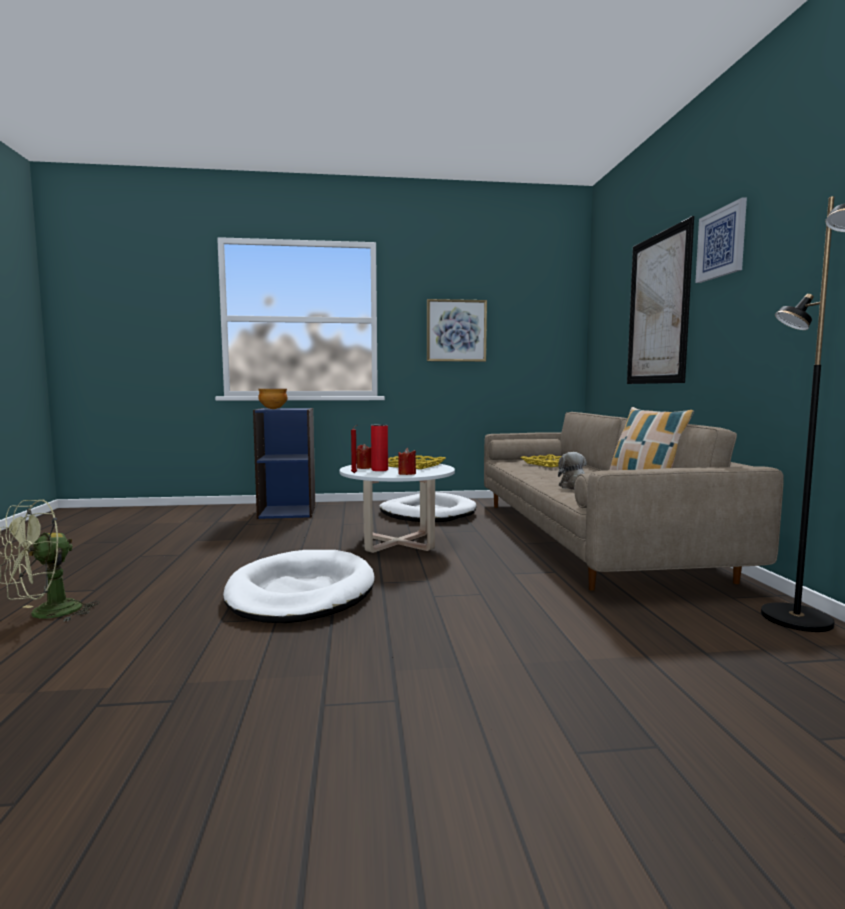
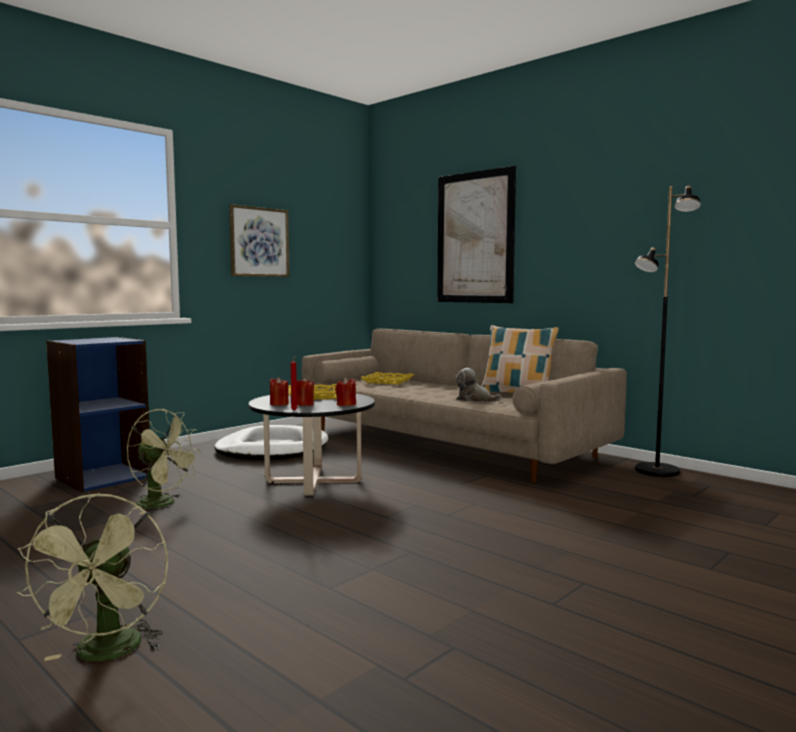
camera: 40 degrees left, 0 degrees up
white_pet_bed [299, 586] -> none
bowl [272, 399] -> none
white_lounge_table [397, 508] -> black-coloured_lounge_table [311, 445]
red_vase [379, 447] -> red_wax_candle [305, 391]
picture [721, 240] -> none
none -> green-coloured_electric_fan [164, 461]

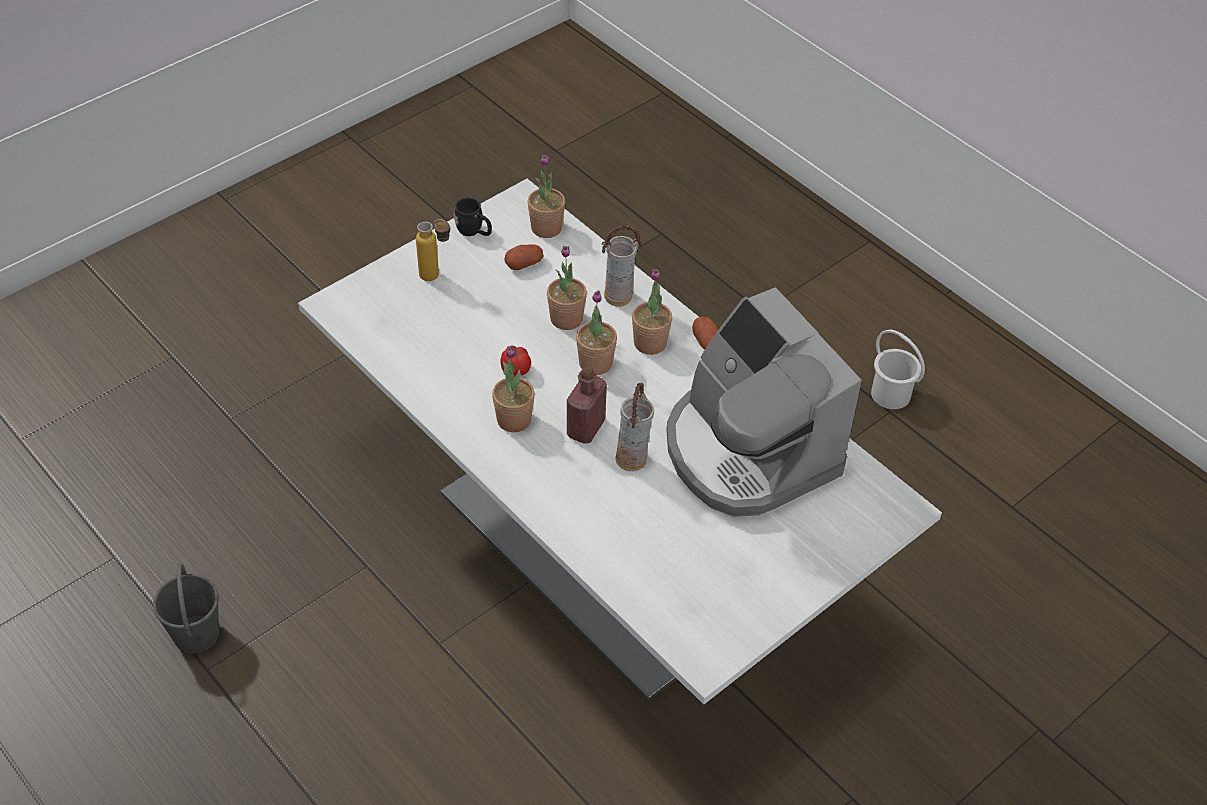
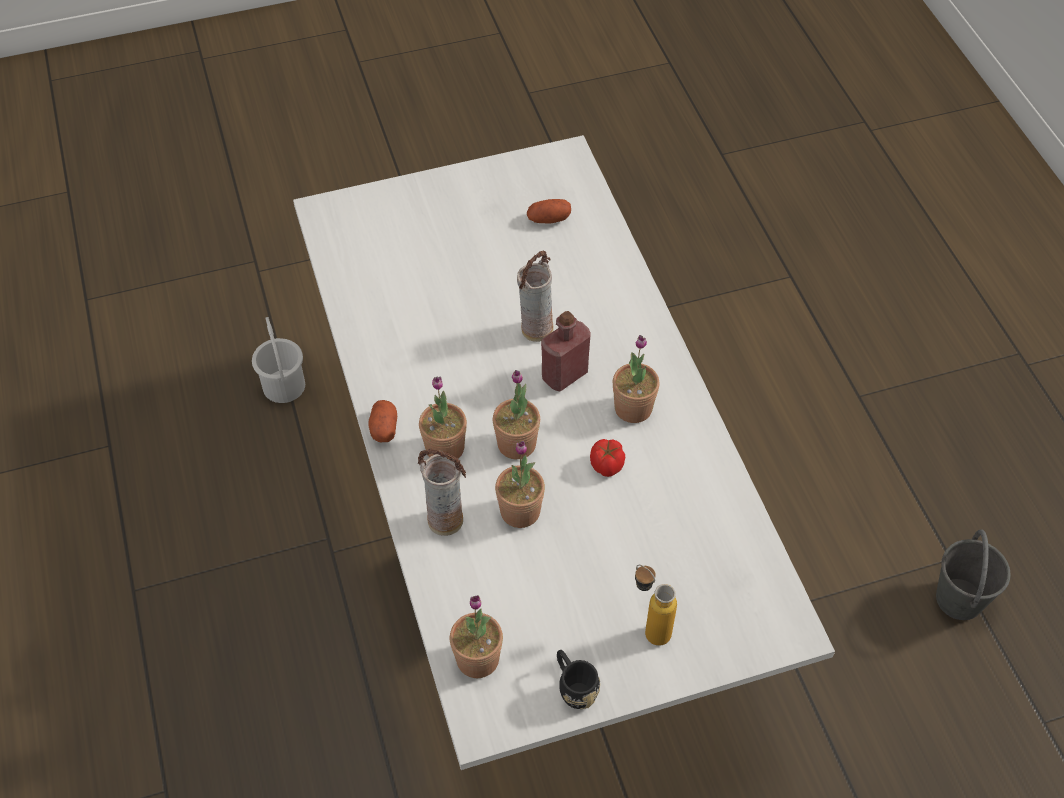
camera: 155 degrees left, 5 degrees up
spud [524, 257] -> spud [549, 211], move
coffee_machine [764, 402] -> none
white_pail [898, 369] -> white_pail [278, 360], move

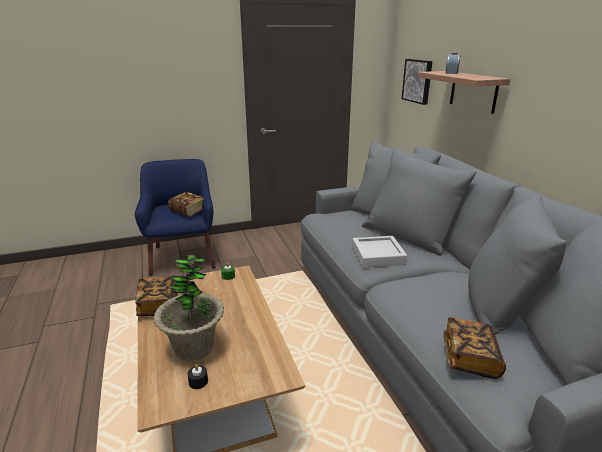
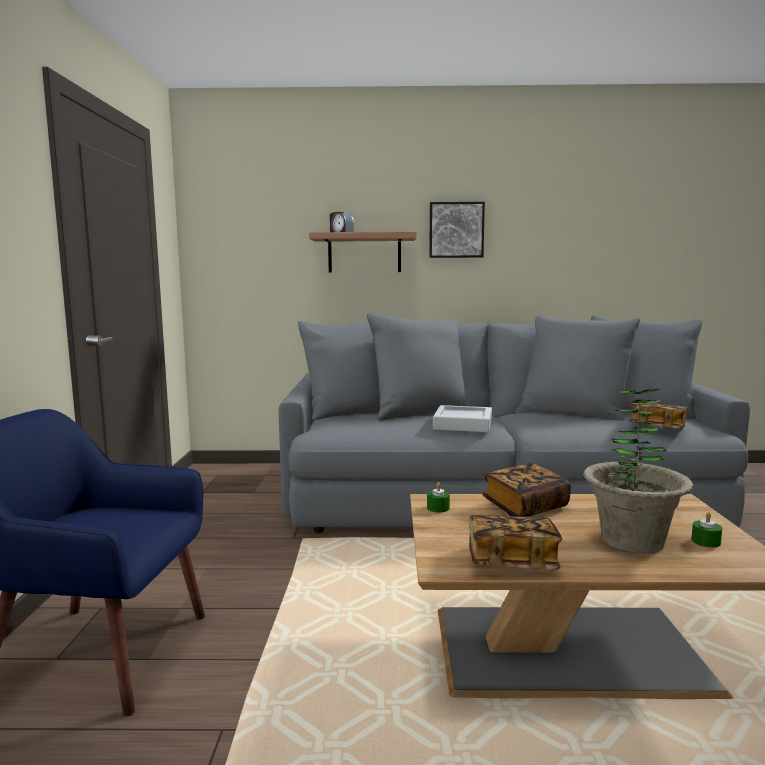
camera: 70 degrees left, 15 degrees down
bound_book [186, 204] -> bound_book [526, 490], move
black-coloured_wax_candle [197, 376] -> green-coloured_wax_candle [706, 530]
picture [417, 82] -> picture [457, 230], move

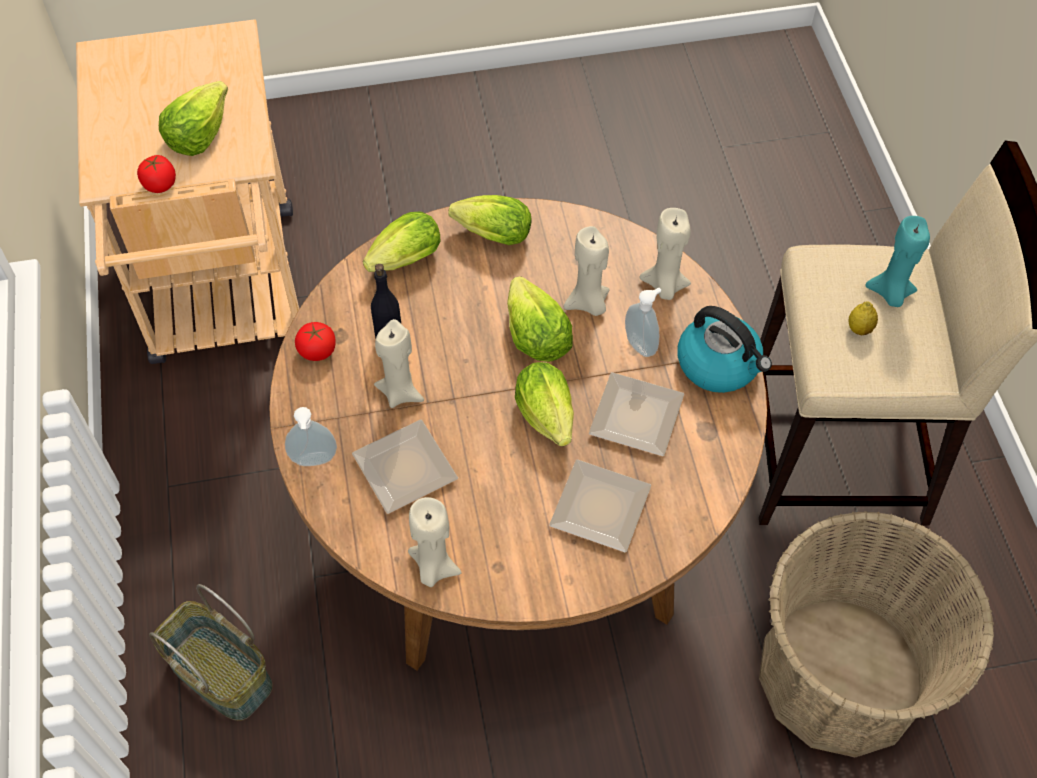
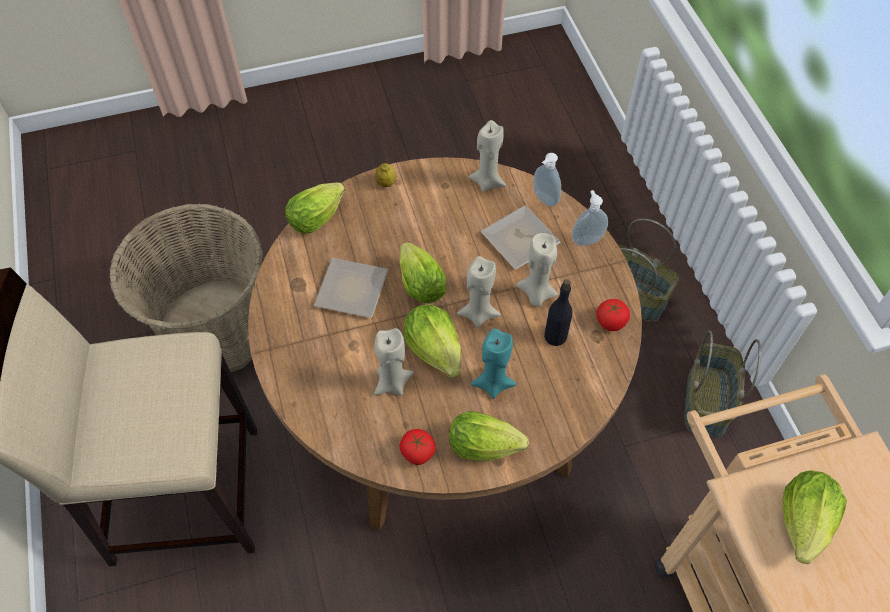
camera: 175 degrees right, 0 degrees up
whole_tomato [156, 174] -> whole_tomato [418, 447], move
lettuce [401, 242] -> lettuce [315, 208], move
plate [600, 505] -> none
soap_bottle [643, 322] -> soap_bottle [547, 180], move
beige_wax_candle [665, 254] -> beige_wax_candle [479, 292], move
kettle [724, 349] -> none
whole_lemon [863, 318] -> whole_lemon [385, 175], move
turquoise_wax_candle [897, 261] -> turquoise_wax_candle [494, 364], move
none -> household_basket [722, 384]

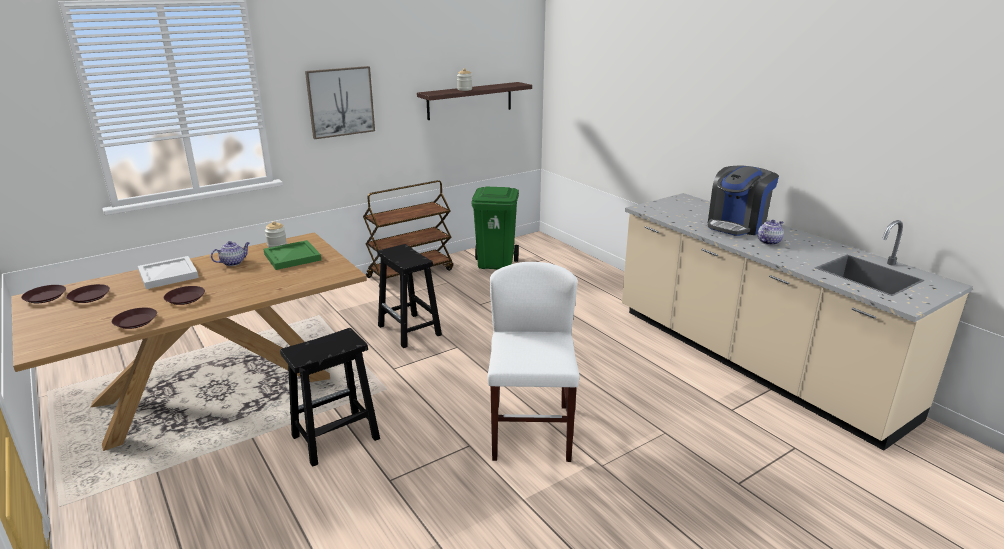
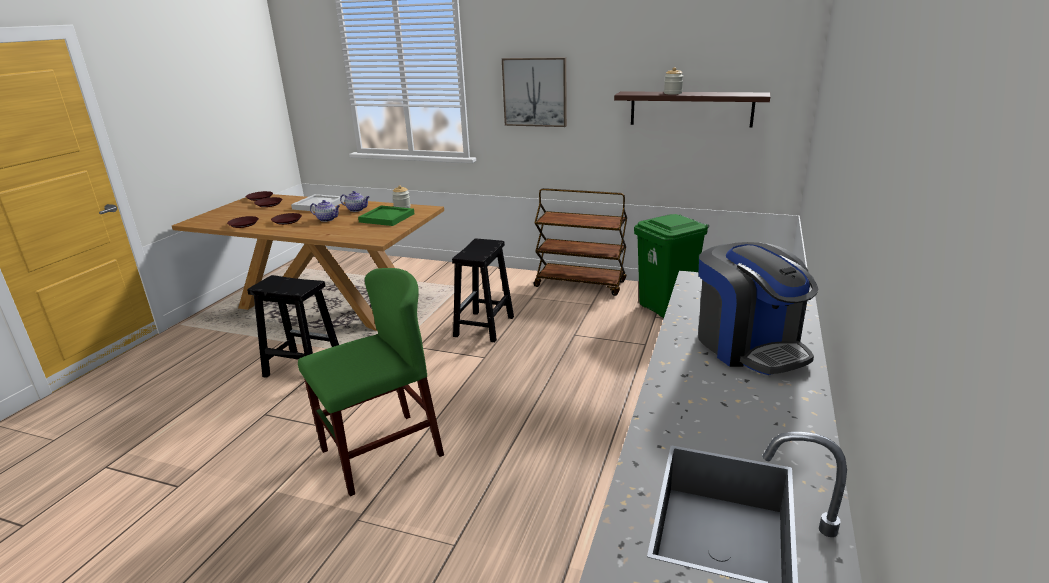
camera: 55 degrees right, 0 degrees up
white_chair [533, 362] -> green-coloured_chair [371, 382]
coffee_machine [743, 200] -> coffee_machine [758, 308], 120 degrees counterclockwise
pot_for_tea [770, 232] -> pot_for_tea [325, 211], move

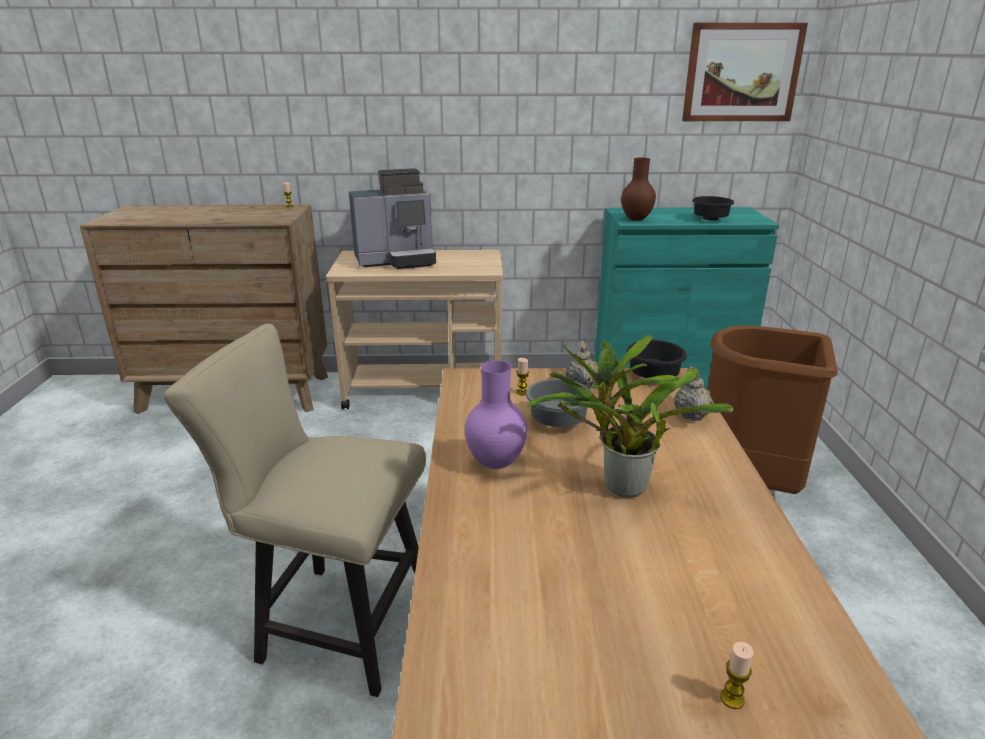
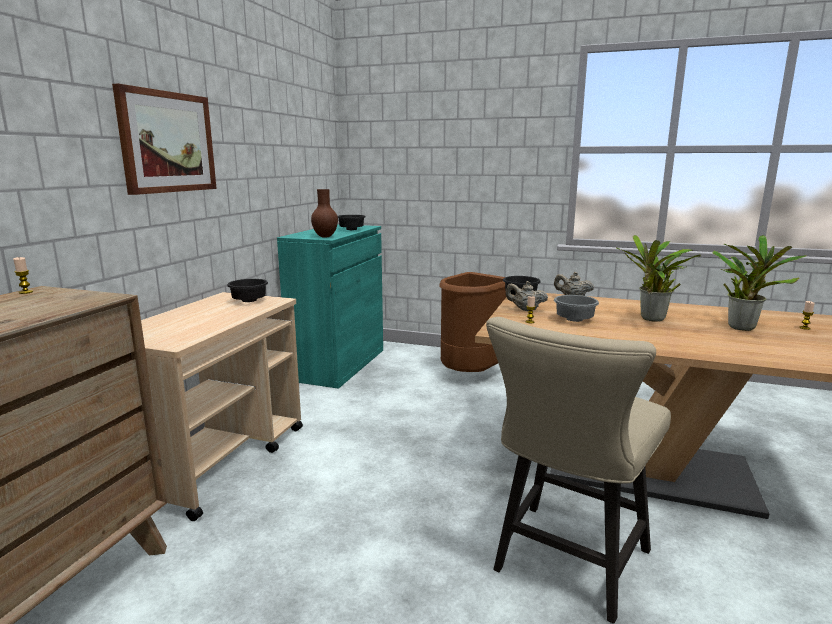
camera: 70 degrees left, 10 degrees down
coffee_machine [392, 218] -> none
purplish_vase [496, 414] -> none
picture [745, 72] -> picture [164, 139], move
none -> black-coloured_bowl [247, 290]
none -> plant_in_a_pot [759, 283]

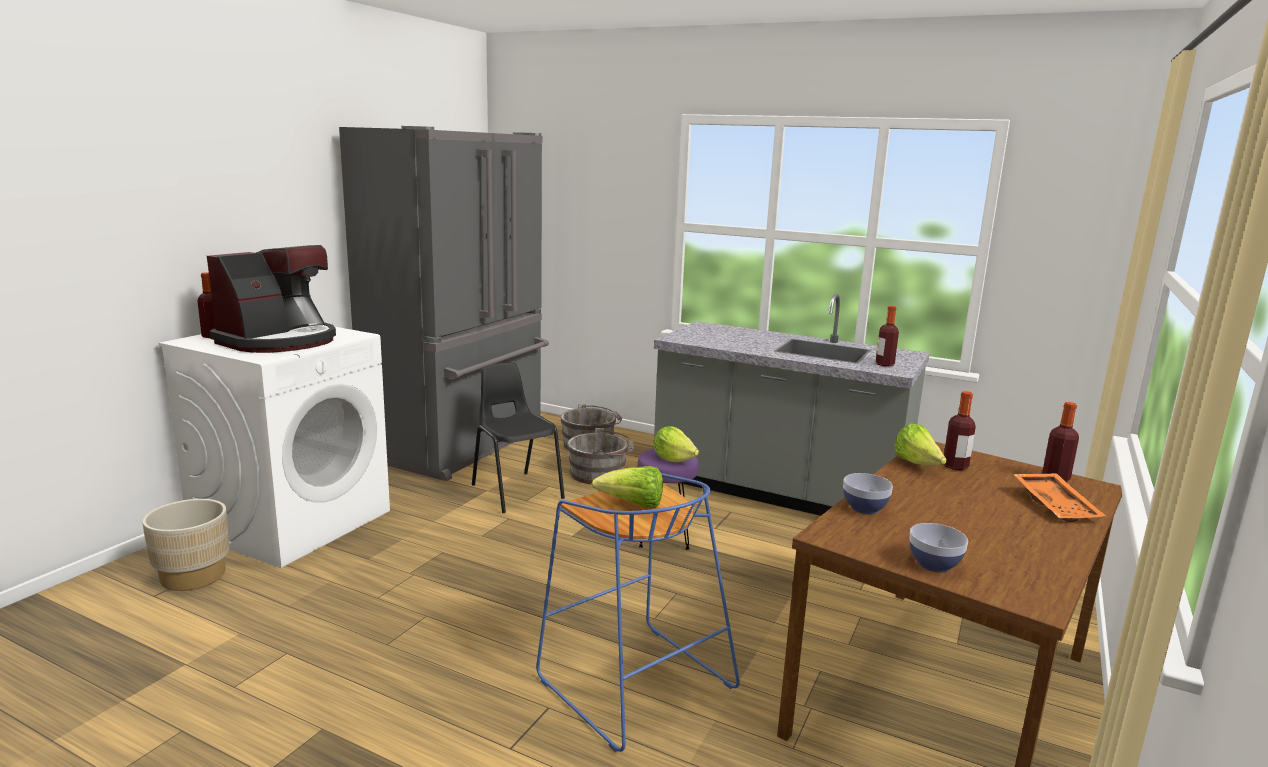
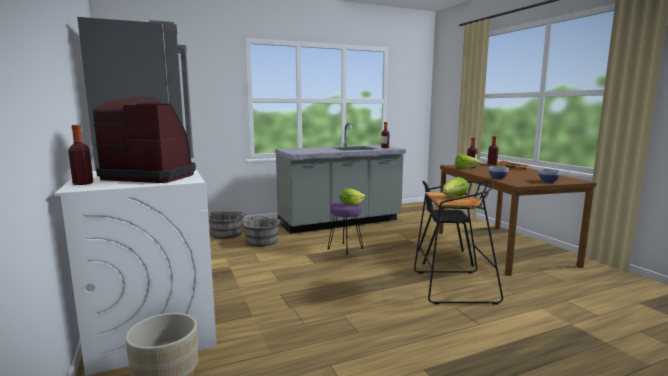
camera: 50 degrees left, 5 degrees down
coffee_machine [271, 299] -> coffee_machine [144, 140], 60 degrees counterclockwise
black-coloured_chair [518, 438] -> black-coloured_chair [446, 223], move
bluish_stool_seat [638, 612] -> black-coloured_stool_seat [458, 243]

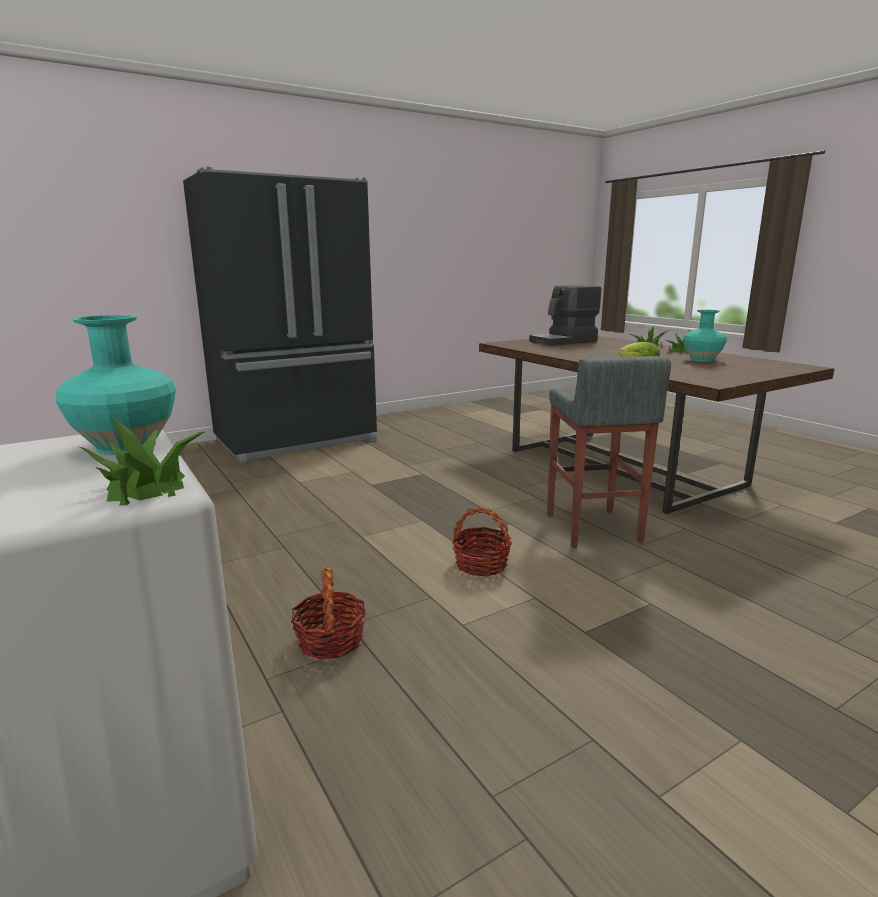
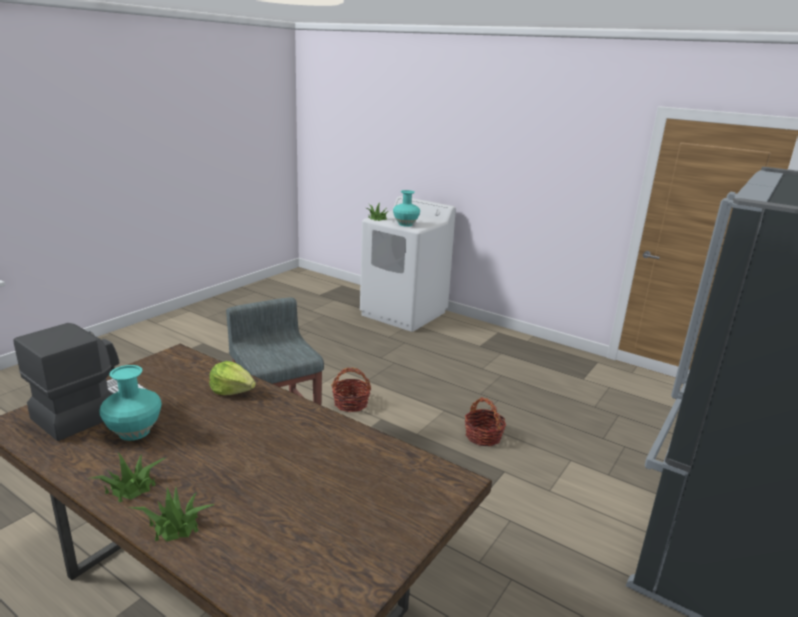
camera: 155 degrees right, 5 degrees up
household_basket [328, 613] -> household_basket [485, 421], move
coffee_machine [565, 315] -> coffee_machine [79, 382], move

